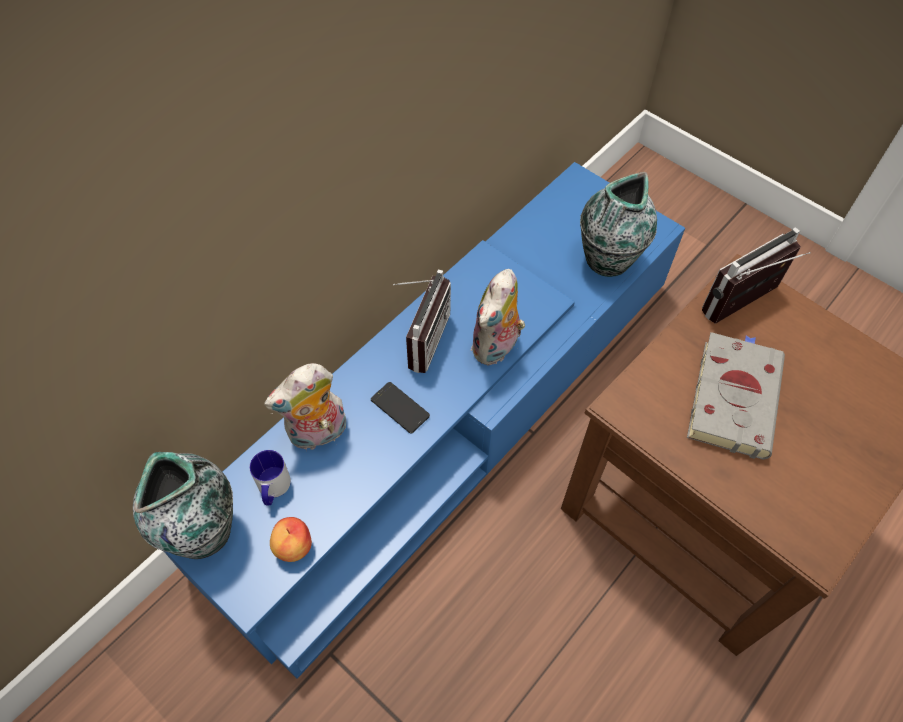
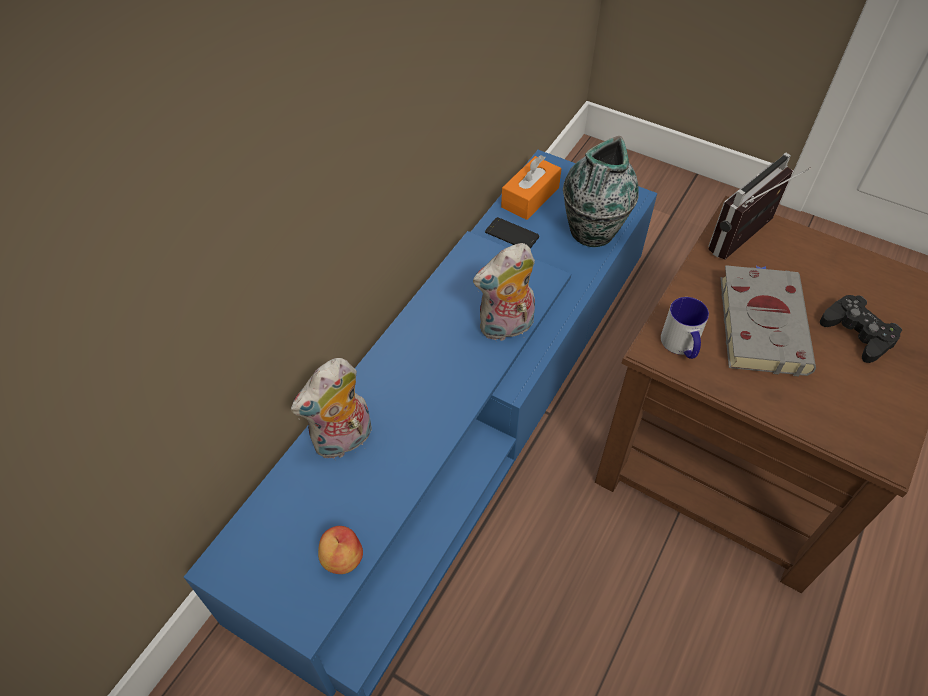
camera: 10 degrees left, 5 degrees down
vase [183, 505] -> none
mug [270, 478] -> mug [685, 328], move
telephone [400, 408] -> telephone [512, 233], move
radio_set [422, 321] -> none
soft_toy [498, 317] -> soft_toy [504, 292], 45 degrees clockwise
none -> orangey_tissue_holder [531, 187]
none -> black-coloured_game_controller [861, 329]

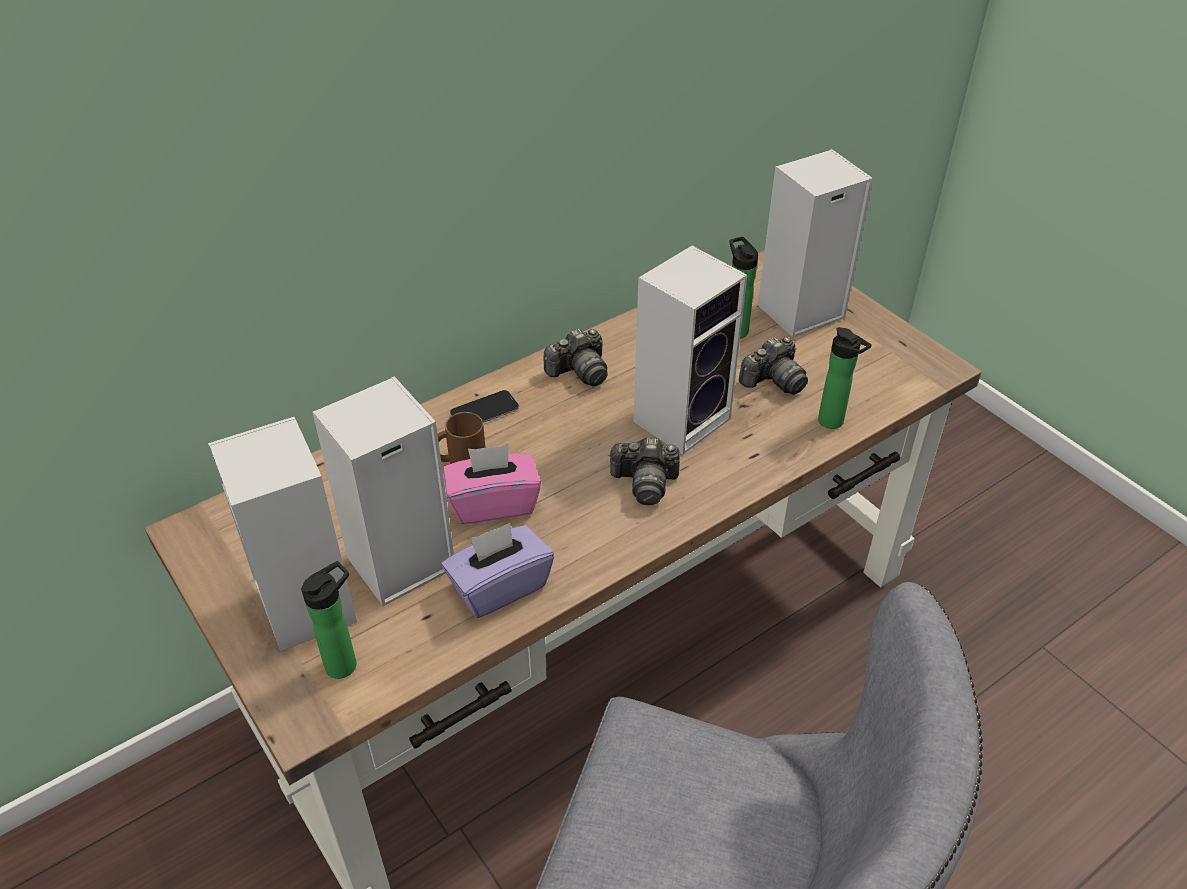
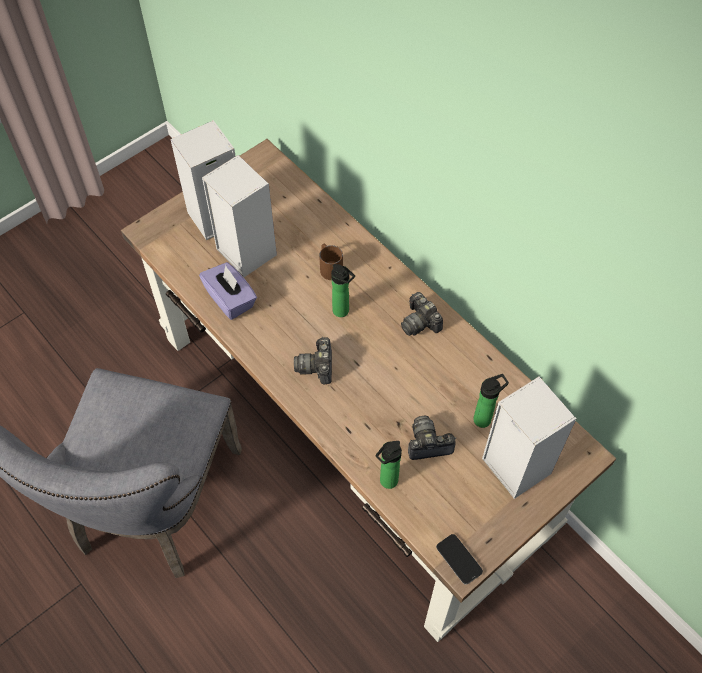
camera: 85 degrees right, 15 degrees up
beverage_bottle [328, 620] -> beverage_bottle [343, 290], move
pinkish_tissue_holder [492, 484] -> none
telephone [484, 406] -> telephone [459, 559], move
speaker [690, 350] -> none
still_camera [773, 366] -> still_camera [432, 438], 120 degrees clockwise

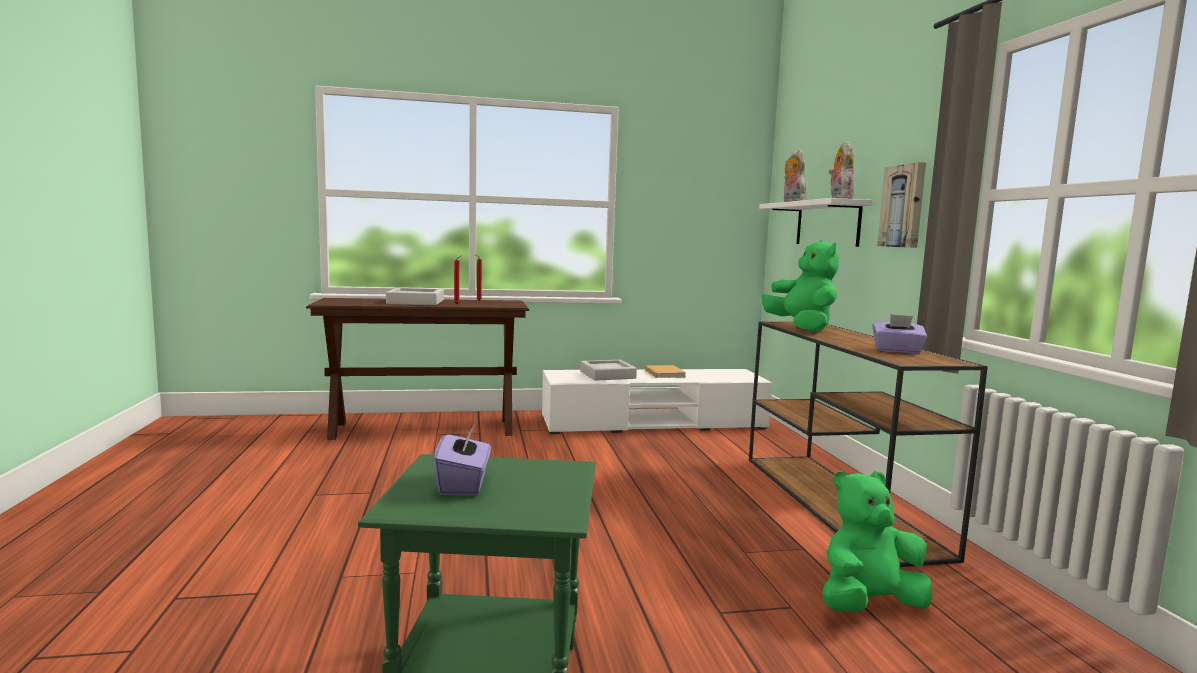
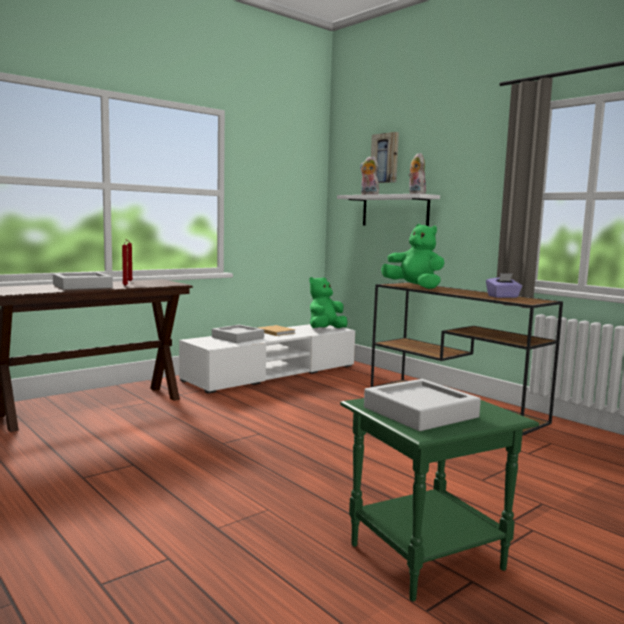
camera: 30 degrees left, 0 degrees up
purplish_tissue_holder [462, 459] -> gray_tray [422, 405]
green-coloured_soft_toy [877, 542] -> green-coloured_soft_toy [328, 302], move
picture [901, 205] -> picture [385, 157], move

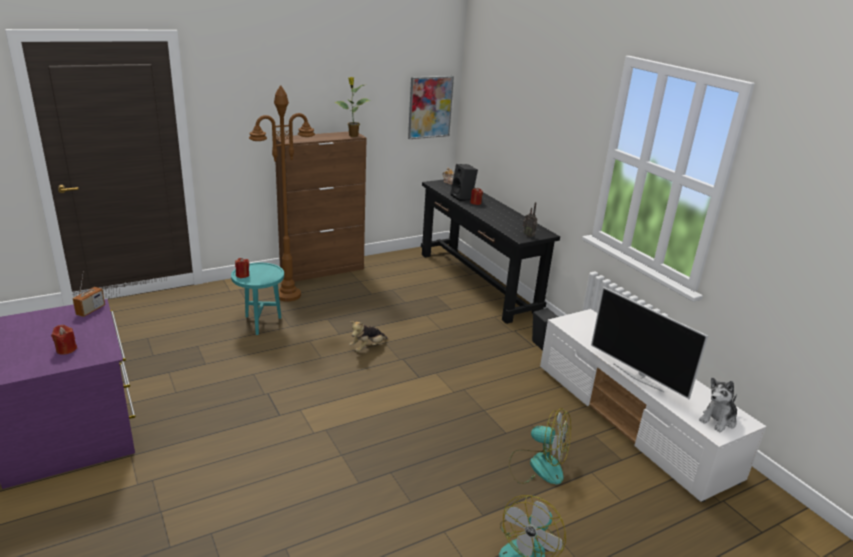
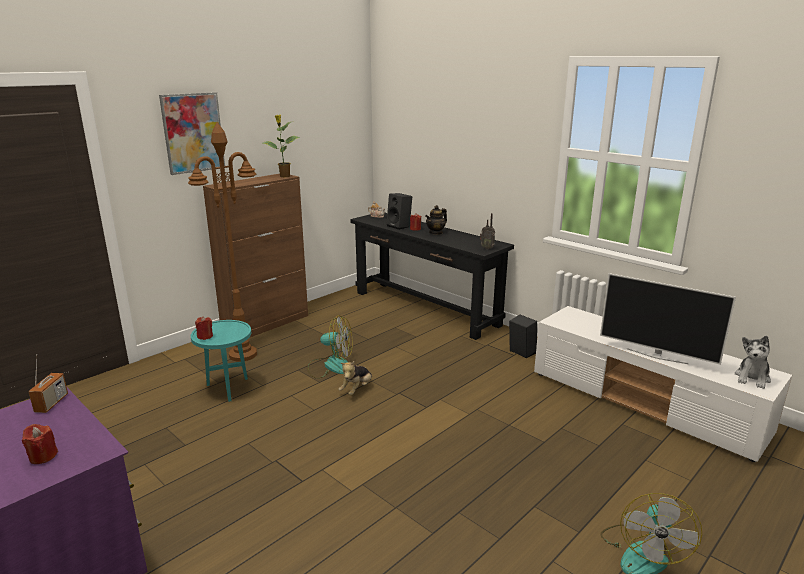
camera: 15 degrees left, 5 degrees down
picture [431, 107] -> picture [192, 133], move
electric_fan [540, 446] -> electric_fan [330, 347], move
none -> pot_for_tea [436, 220]

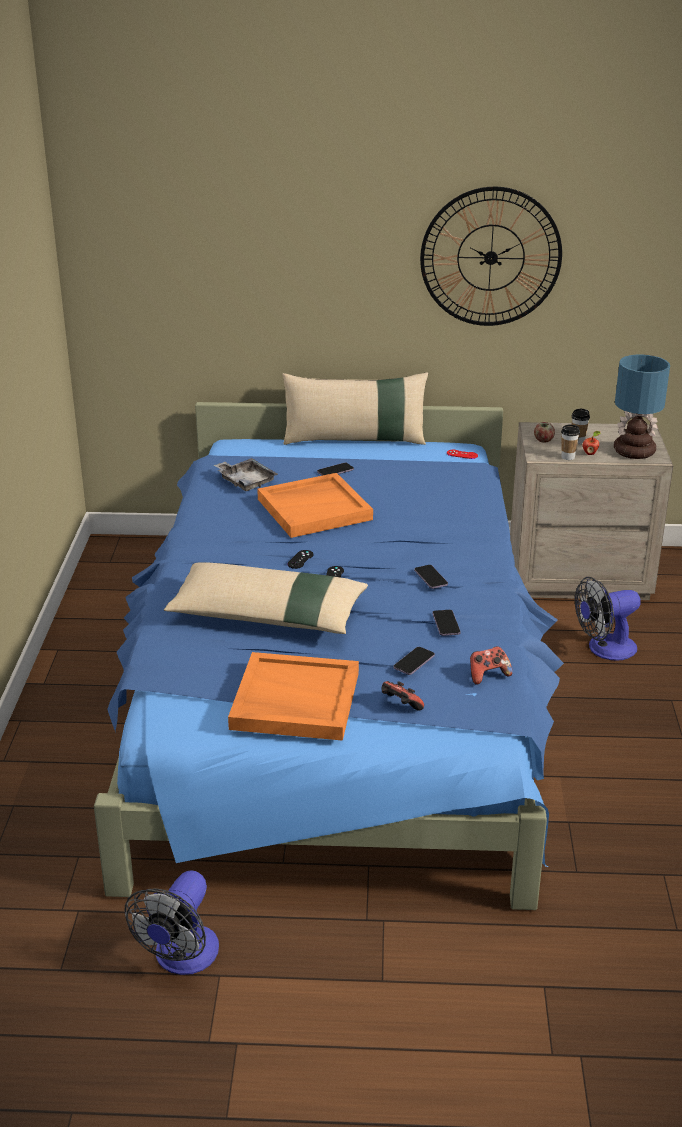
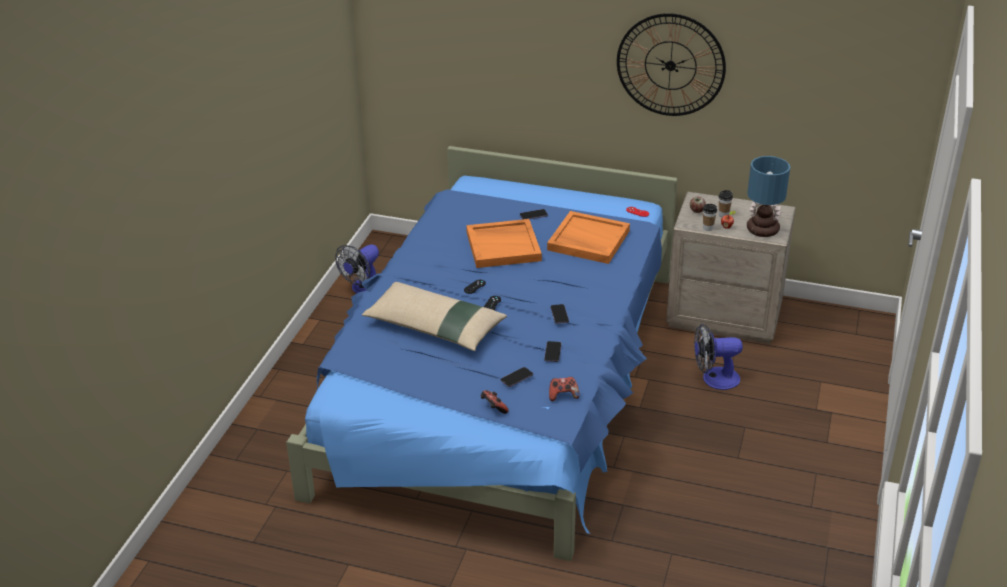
camera: 15 degrees right, 5 degrees up
electric_fan [171, 922] -> electric_fan [357, 269], move
gray_tray [246, 474] -> none
orangey_tray [293, 696] -> orangey_tray [588, 237], move
beige_pillow [355, 408] -> none

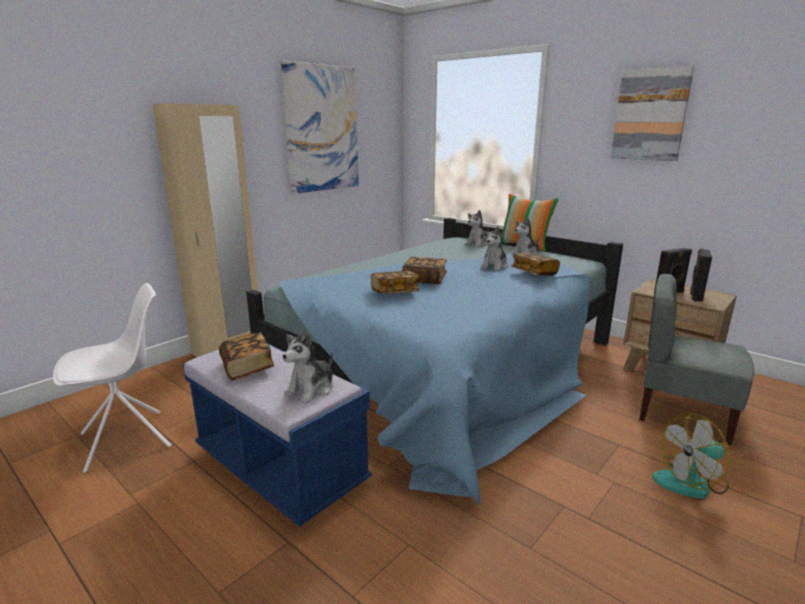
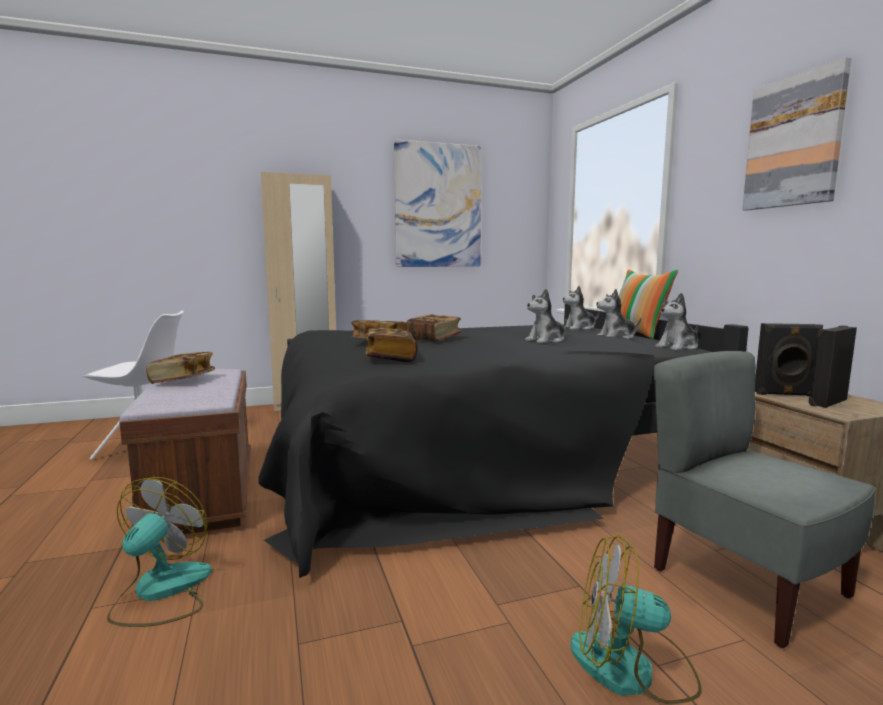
camera: 30 degrees right, 10 degrees down
bluish_long_seat [277, 435] -> brown-coloured_long_seat [185, 451]
bluish_sleeping_bed [434, 361] -> black-coloured_sleeping_bed [503, 441]
soft_toy [307, 366] -> soft_toy [676, 321], move
bound_book [535, 264] -> bound_book [391, 345], move
none -> electric_fan [159, 552]

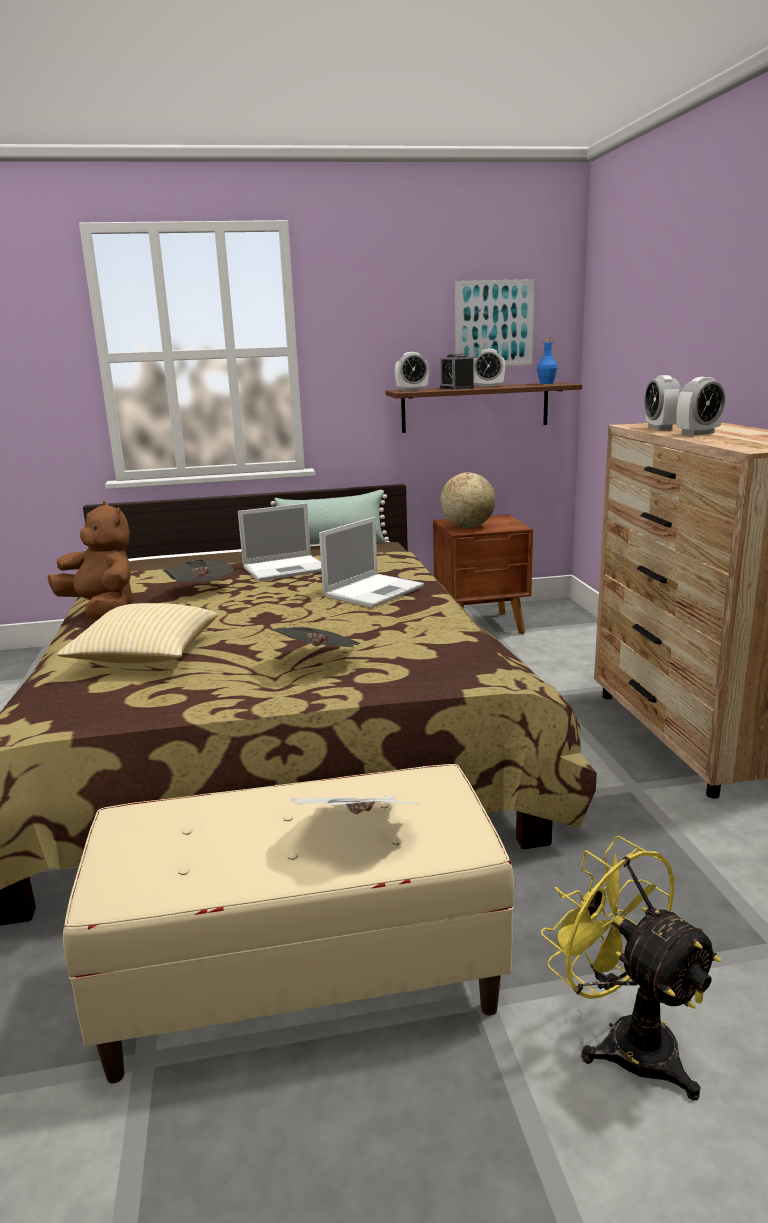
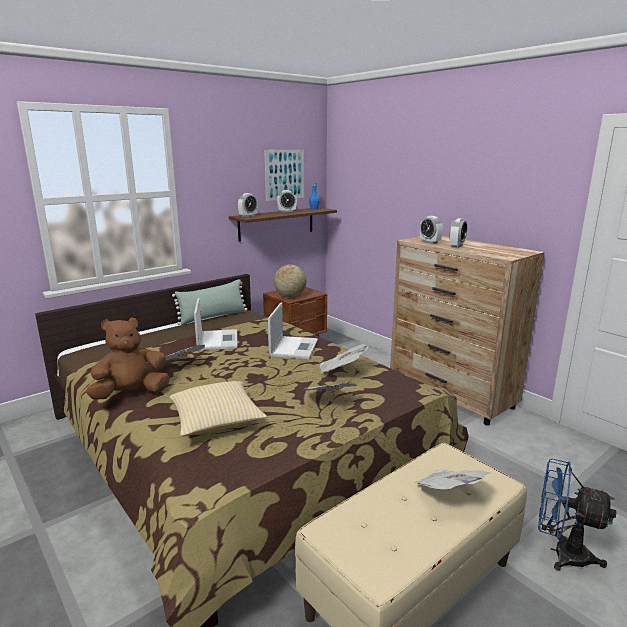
camera: 30 degrees left, 0 degrees up
brown-coloured_soft_toy [90, 560] -> brown-coloured_soft_toy [128, 359], 45 degrees counterclockwise
portable_computer [279, 542] -> portable_computer [215, 324], 45 degrees counterclockwise
alarm_clock [457, 372] -> none
yellowish_electric_fan [631, 968] -> bluish_electric_fan [577, 514]
none -> printed_paper [344, 358]

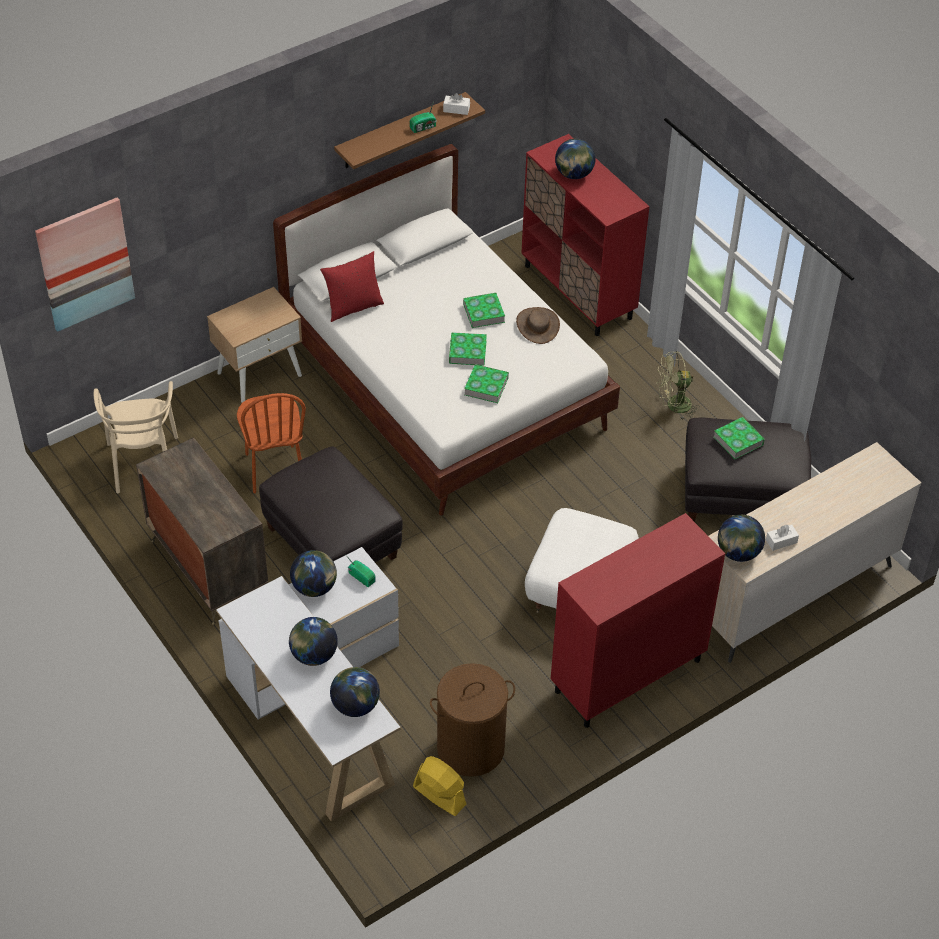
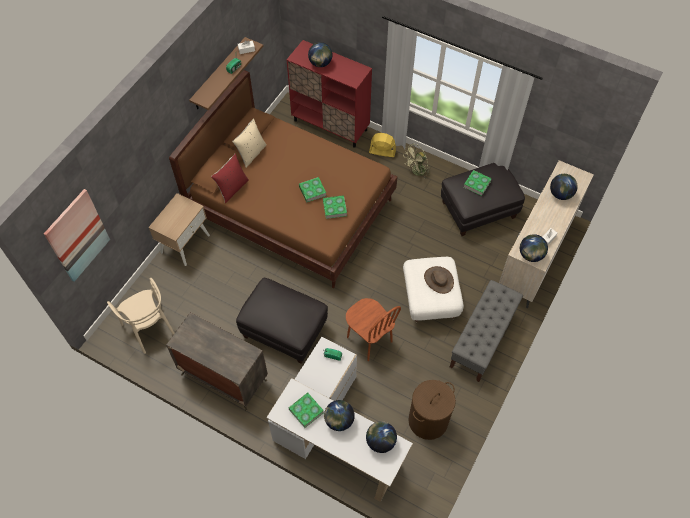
camera: 25 degrees left, 10 degrees up
brown-coloured_chair [271, 443] -> brown-coloured_chair [373, 329], move
white_sleeping_bed [446, 330] -> brown-coloured_sleeping_bed [283, 179]
world_globe [313, 573] -> world_globe [564, 187], move
yellowish_electric_fan [439, 786] -> yellowish_electric_fan [382, 145], move
bound_book [484, 310] -> bound_book [306, 410], move
brown-coloured_clothing_hat [538, 325] -> brown-coloured_clothing_hat [439, 280], move
red_storage_cabinet [638, 620] -> gray_long_seat [486, 331]
none -> beige_pillow [249, 143]

